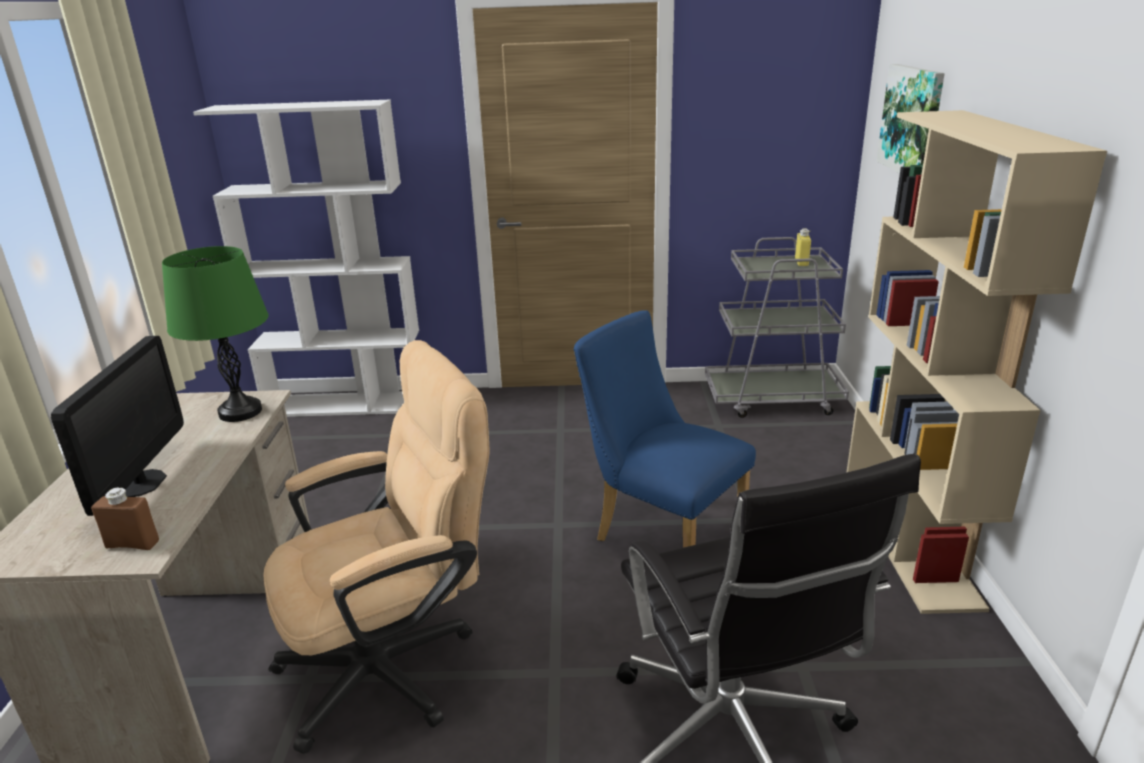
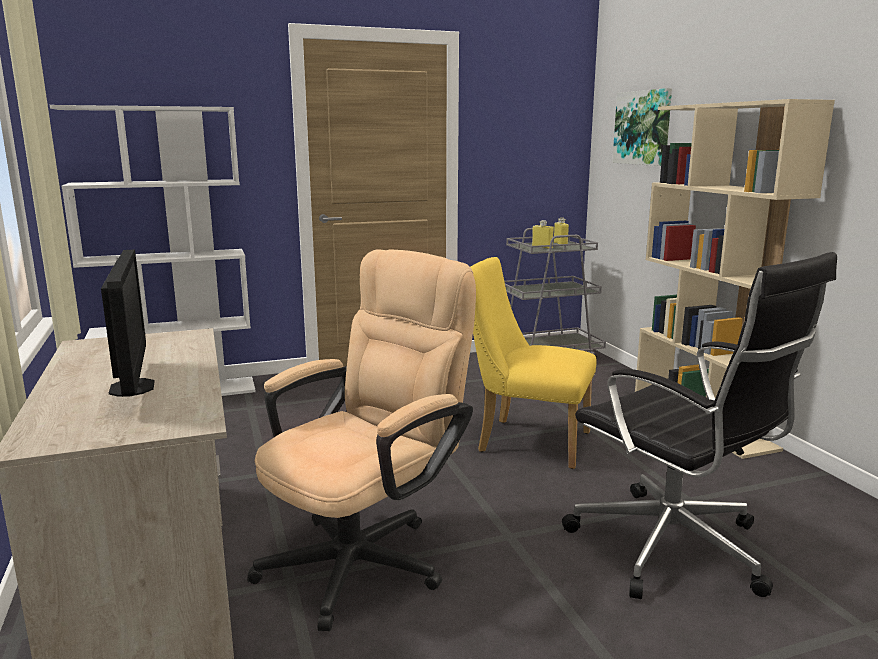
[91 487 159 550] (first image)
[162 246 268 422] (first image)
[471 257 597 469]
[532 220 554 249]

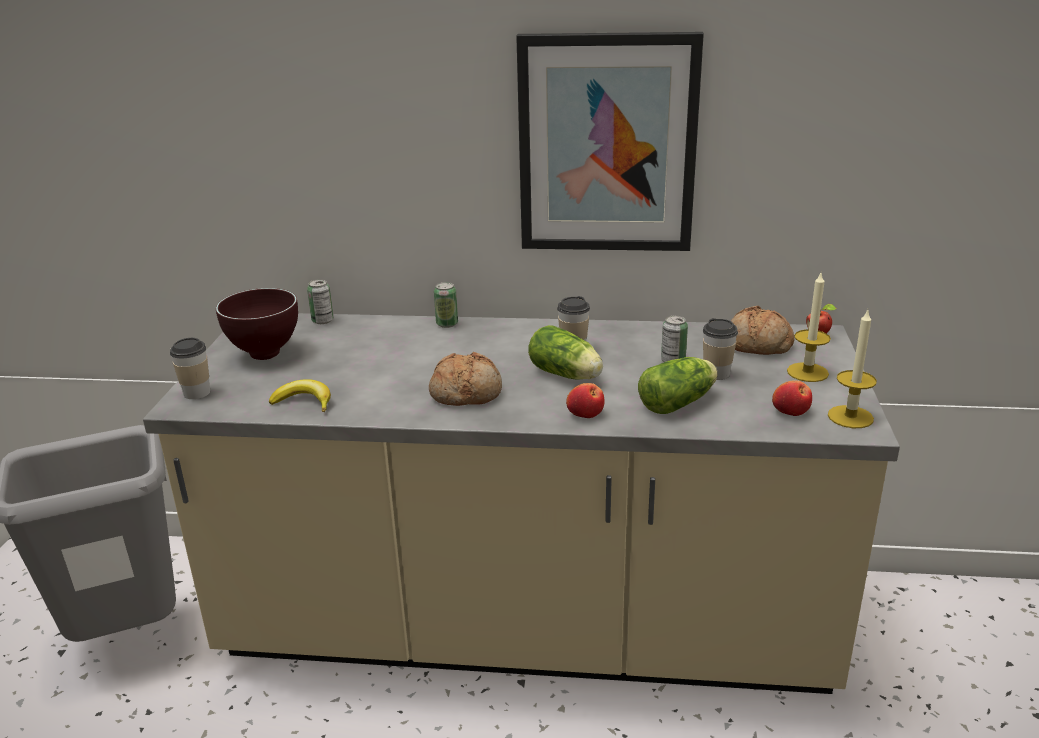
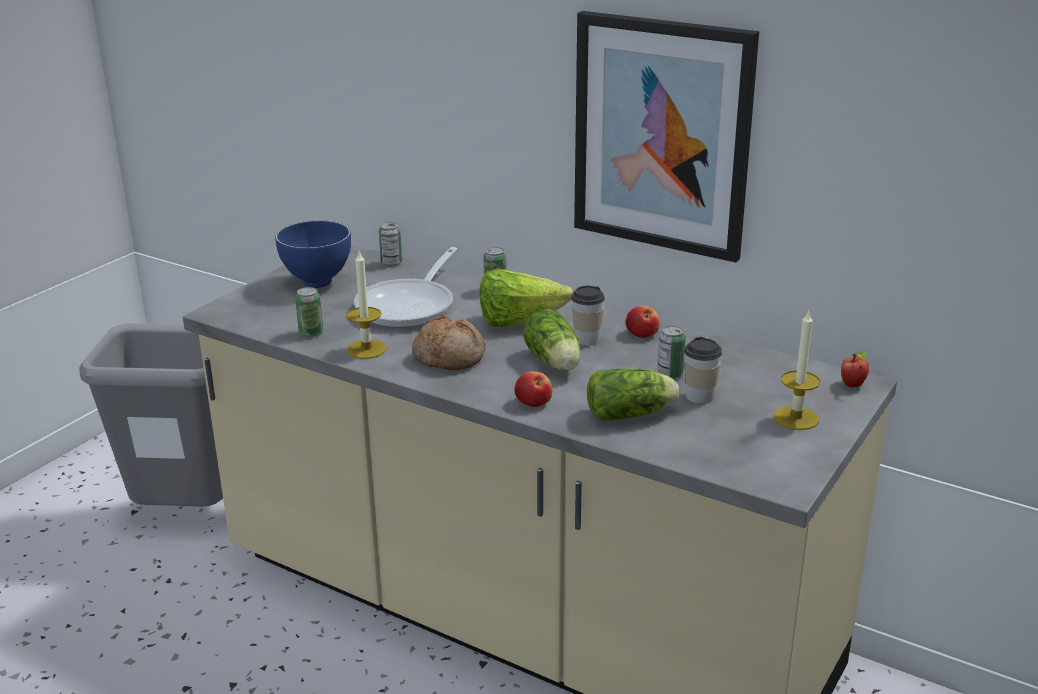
[170 338 210 399] (first image)
[275 220 351 288]
[295 287 323 337]
[731 306 795 355] (first image)
[625 305 660 338]
[347 251 387 359]
[354 247 457 328]
[480 268 574 327]

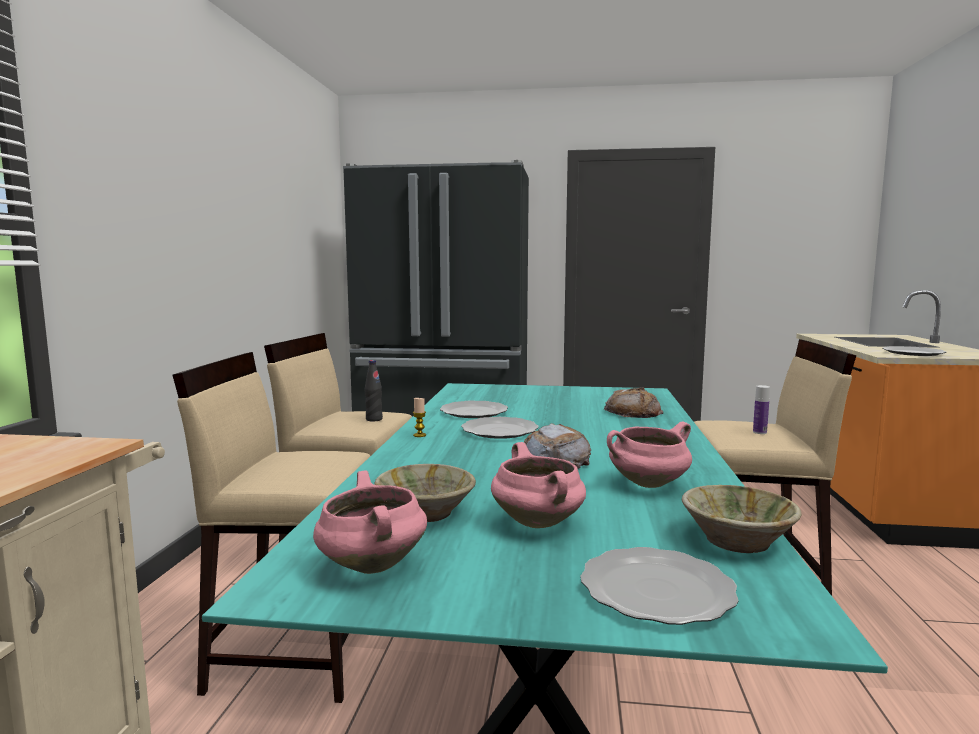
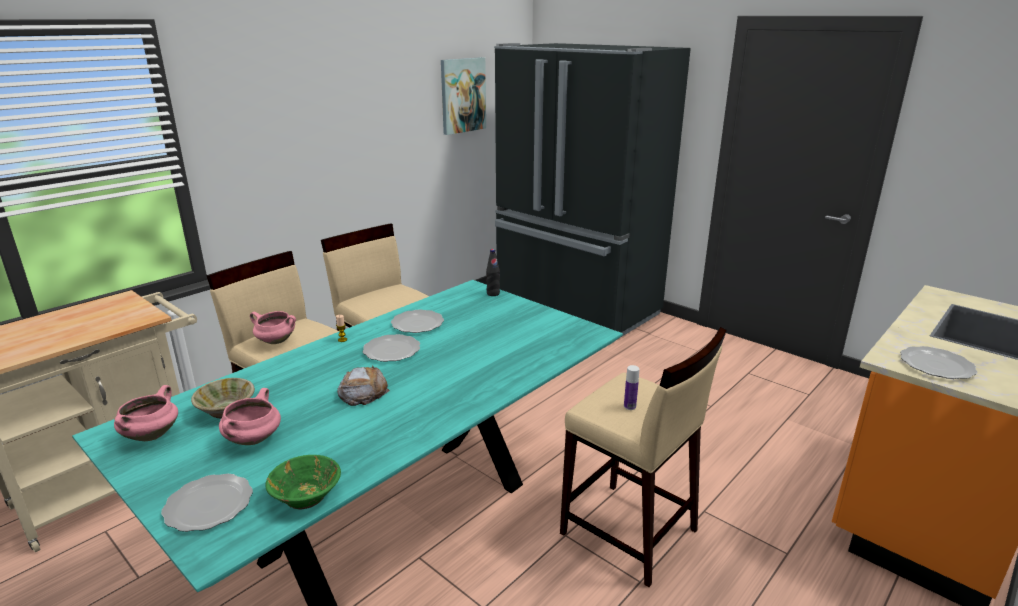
[486 249 500 296]
[604 387 663 418] (first image)
[250 311 296 344]
[266 455 341 510]
[441 57 486 135]

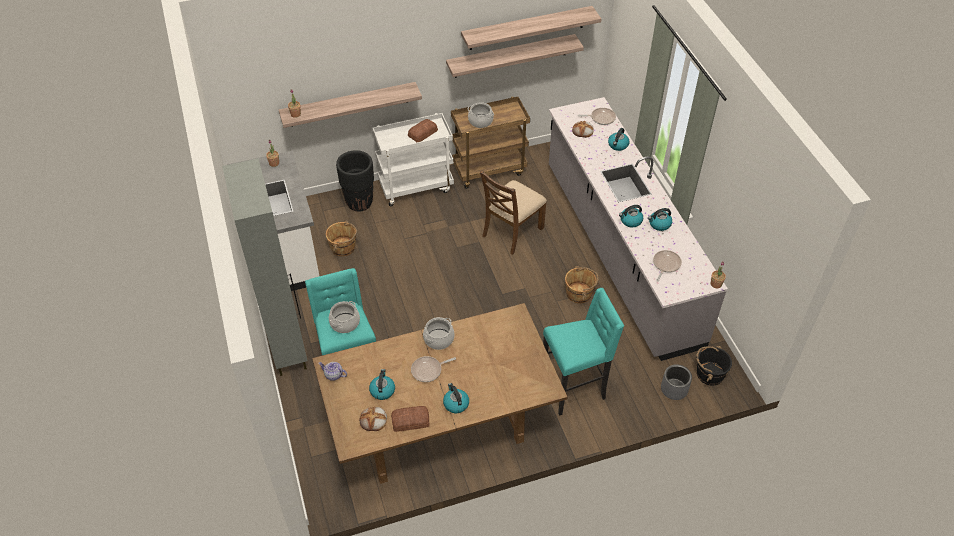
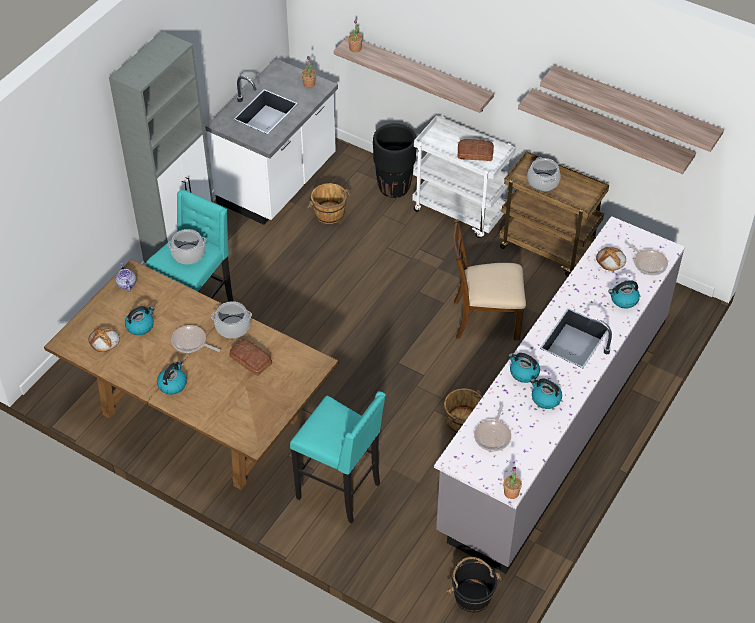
[229 339 272 376]
[474 404 511 451]
[661 364 692 400] (first image)

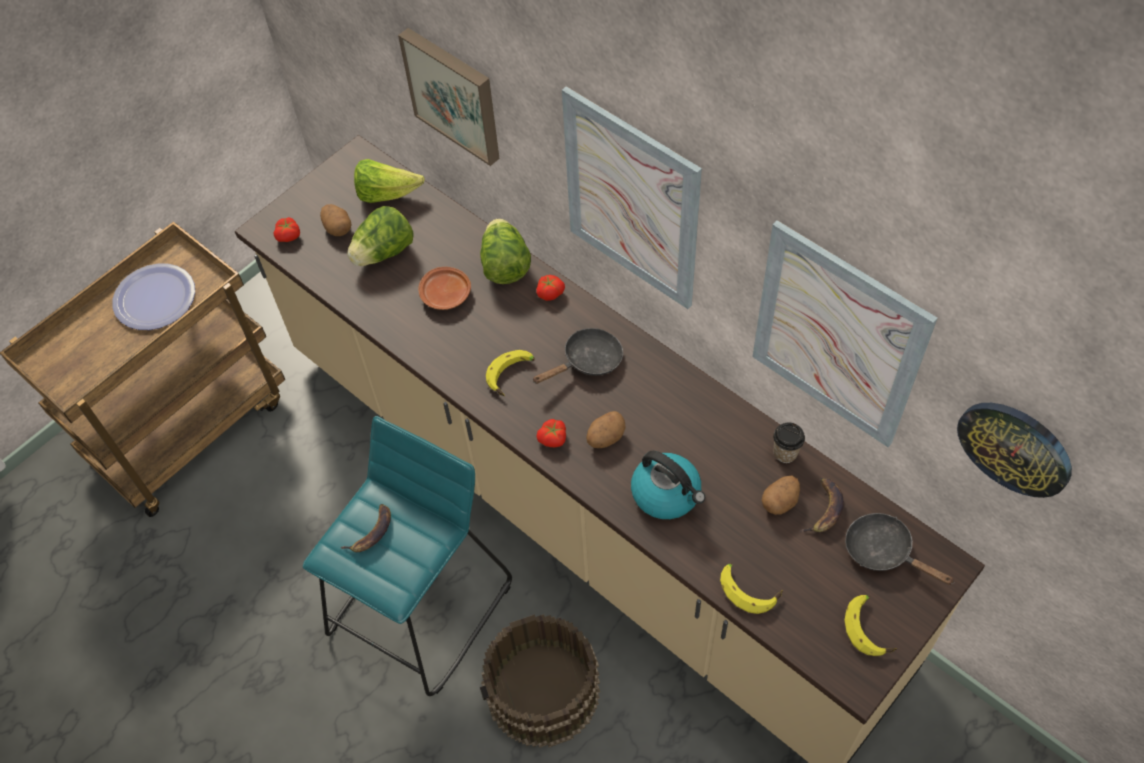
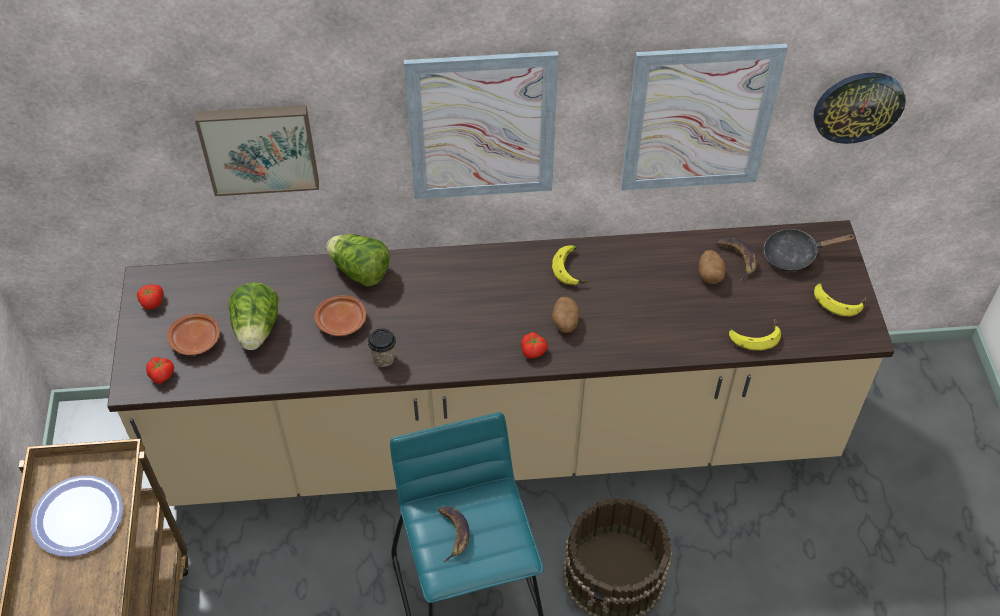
[167 314 220 355]
[354 159 425 203] (first image)
[552 245 588 285]
[532 328 623 384] (first image)
[137 285 164 309]
[631 451 705 519] (first image)
[368 328 396 367]

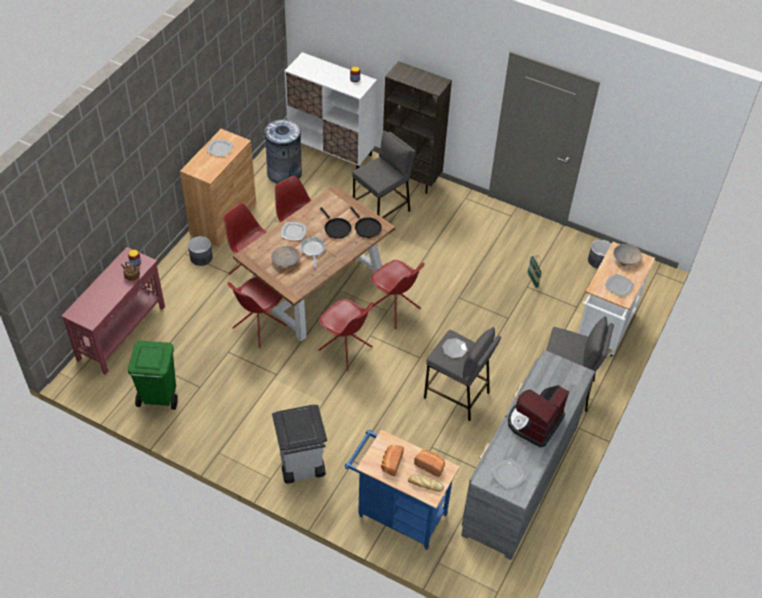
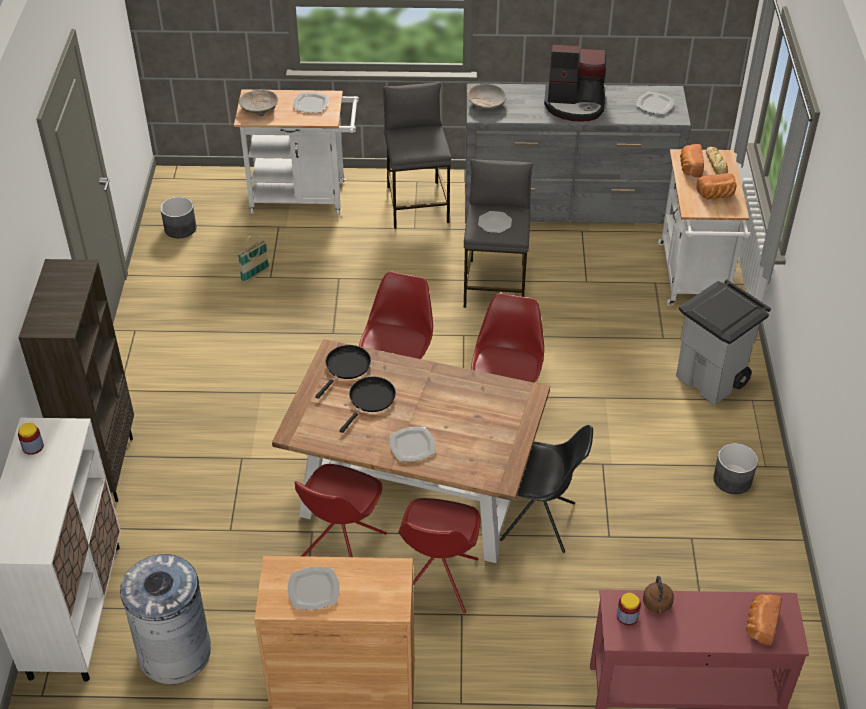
[128 341 178 410] (first image)
[713 443 758 494]
[500 425 593 553]
[467 84 507 110]
[300 237 325 268] (first image)
[658 149 751 306]
[352 130 416 219] (first image)
[746 594 782 646]

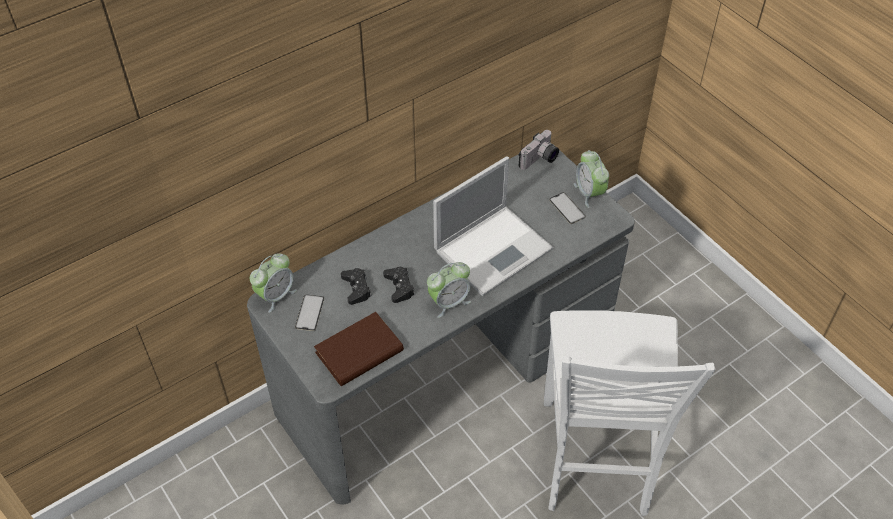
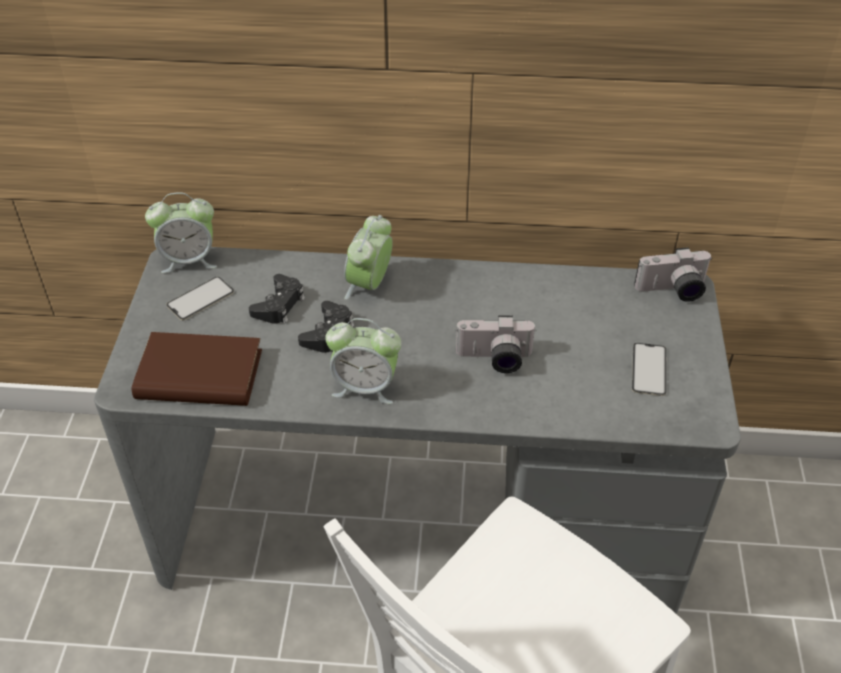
[456 315 537 373]
[344 215 393 300]

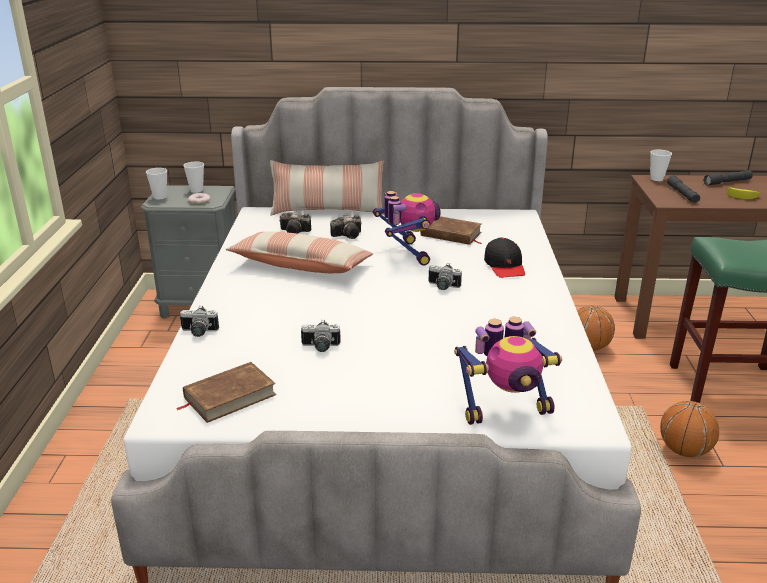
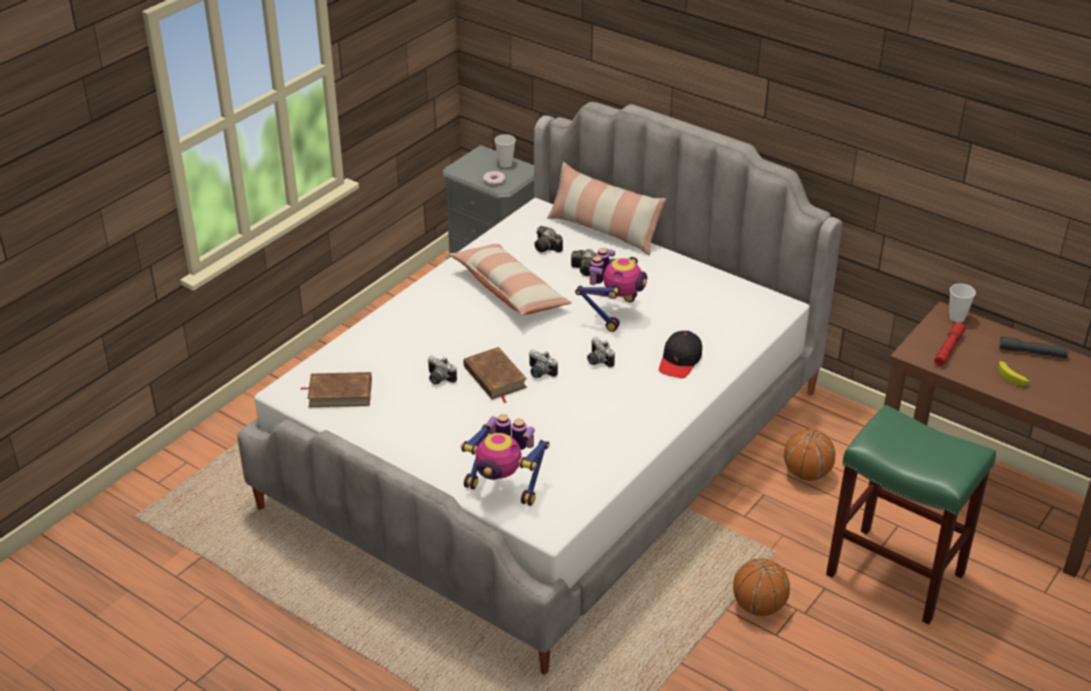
[146 168 167 200] (first image)
[529 349 558 378]
[463 347 527 403]
[934 322 965 366]

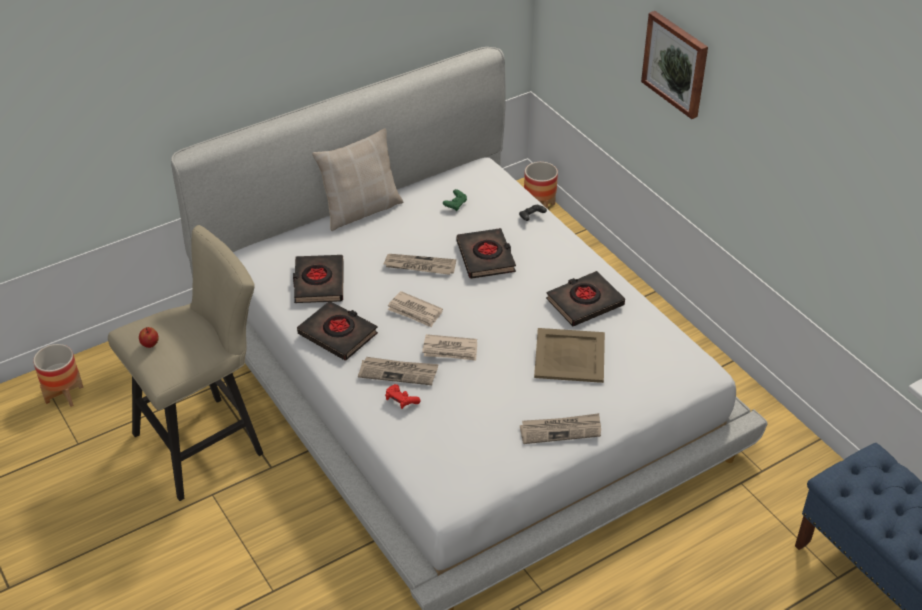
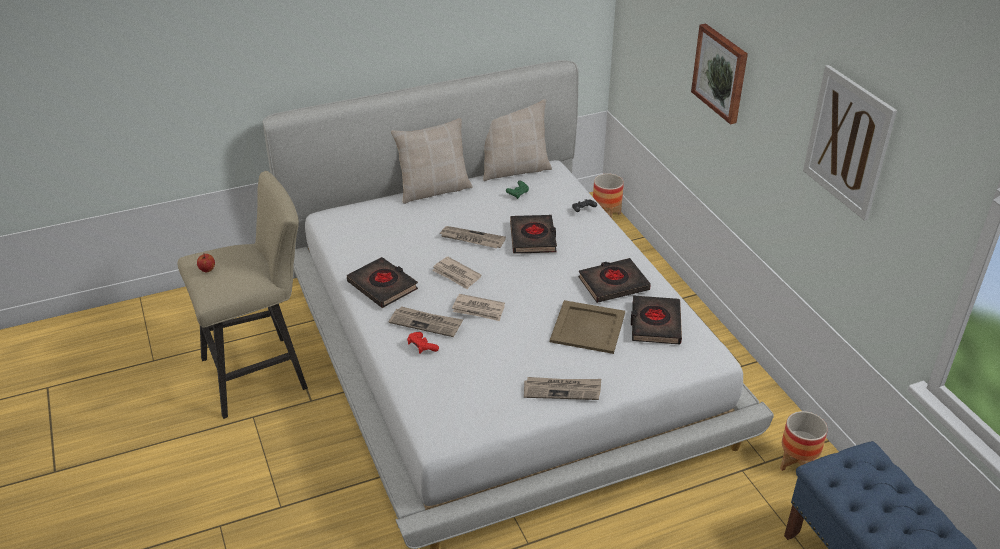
[780 411 828 471]
[631 296 682 344]
[483 99 552 181]
[803 65 897 221]

